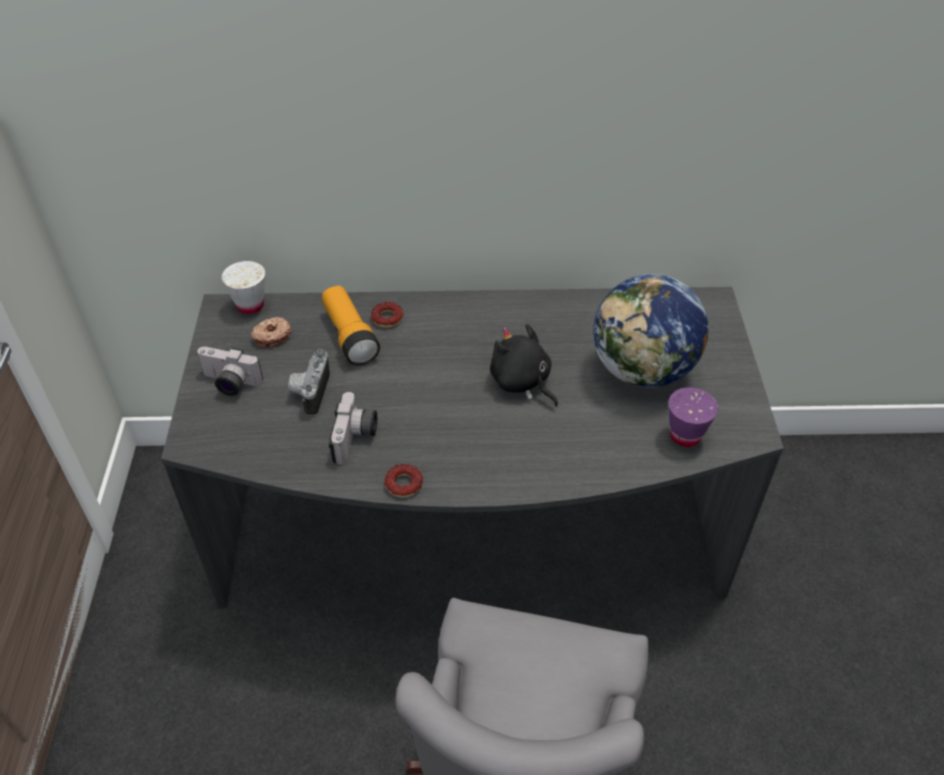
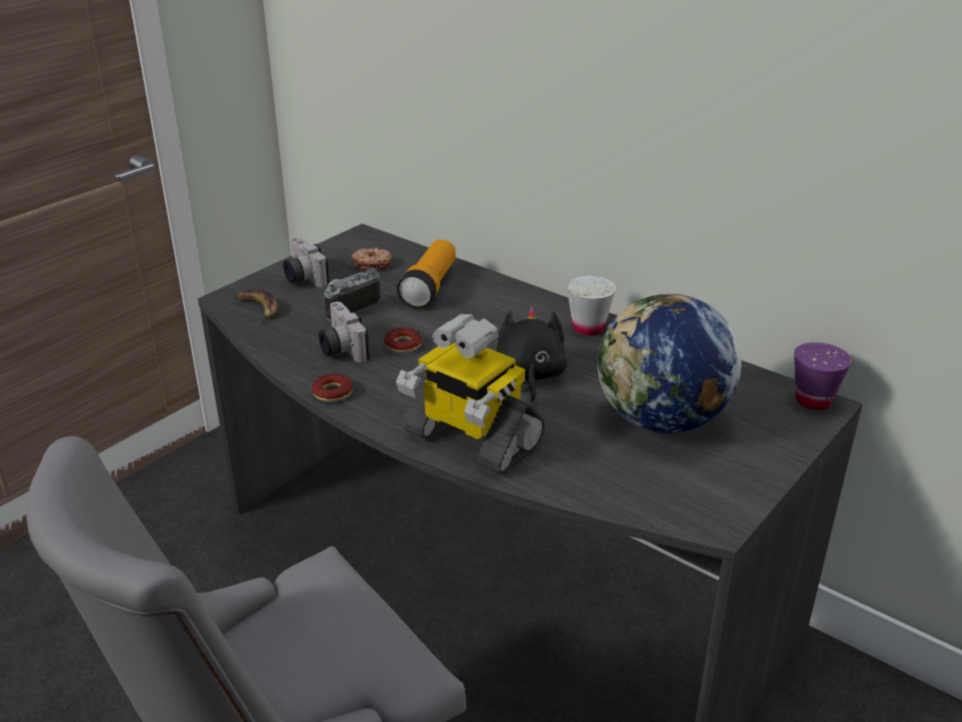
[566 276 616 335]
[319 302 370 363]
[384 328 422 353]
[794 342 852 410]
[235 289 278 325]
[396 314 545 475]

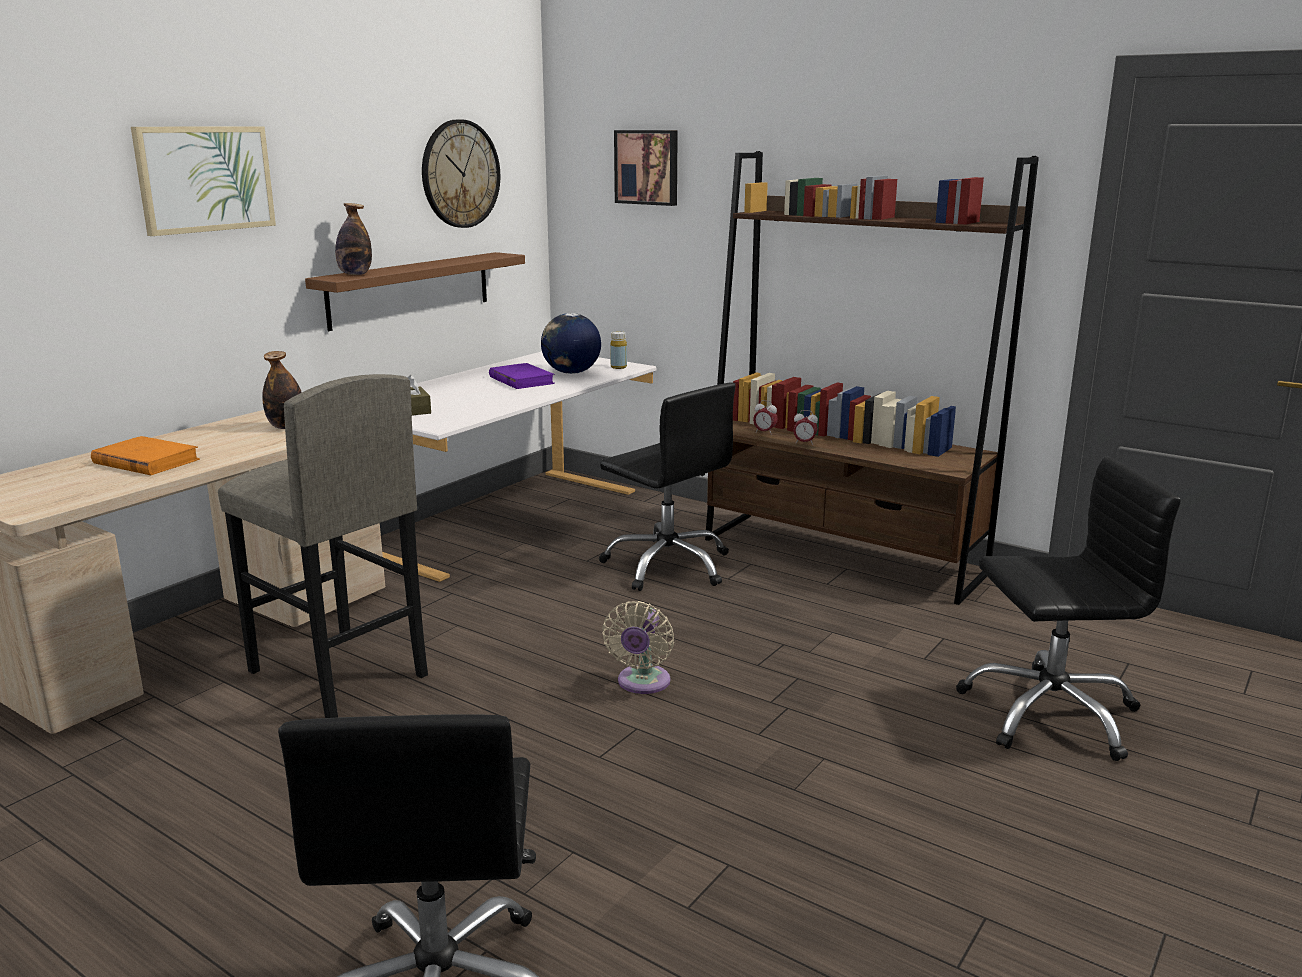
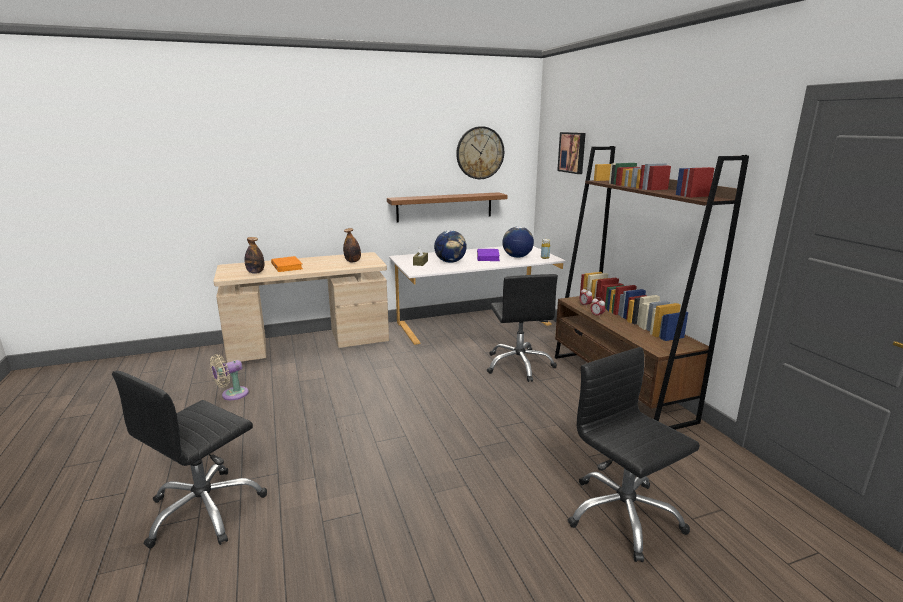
[131 126 276 236] (first image)
[218 374 428 718] (first image)
[244 237 264 274]
[210 354 249 400]
[568 347 700 562]
[434 230 467 263]

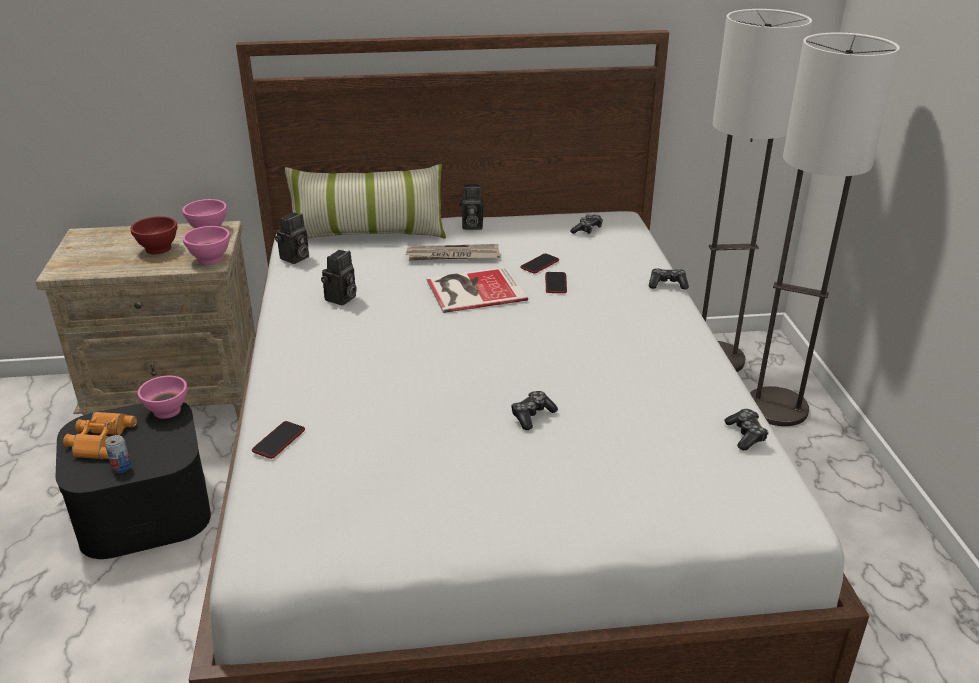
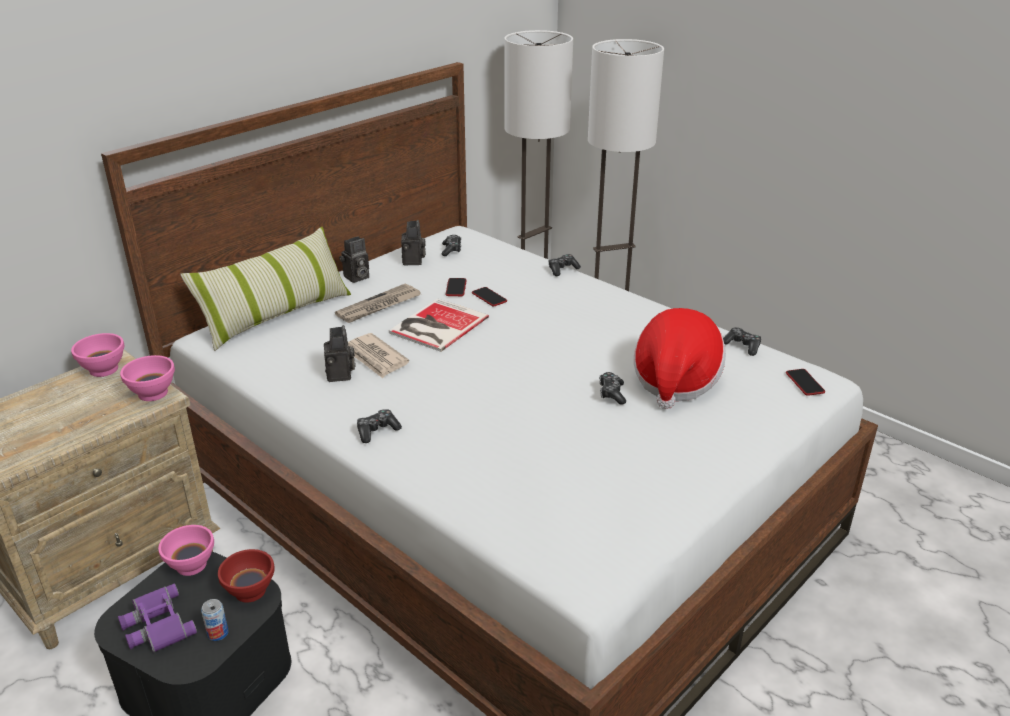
[118 584 197 653]
[218 549 275 603]
[786 369 825 396]
[401 220 426 265]
[348 333 409 378]
[357 409 402 443]
[634 308 726 409]

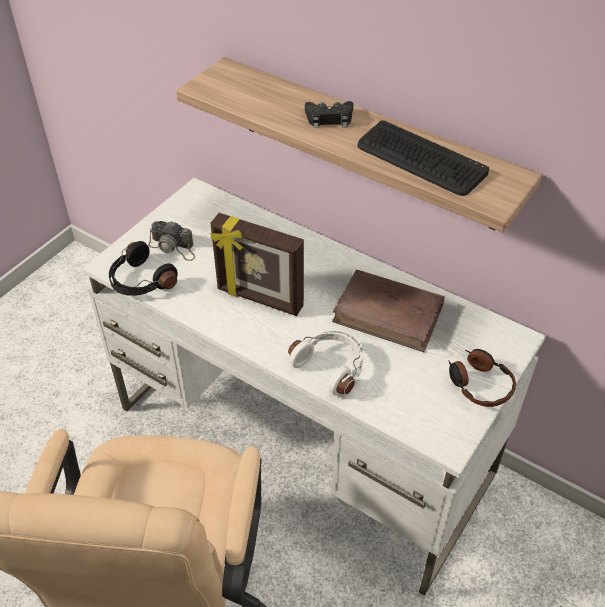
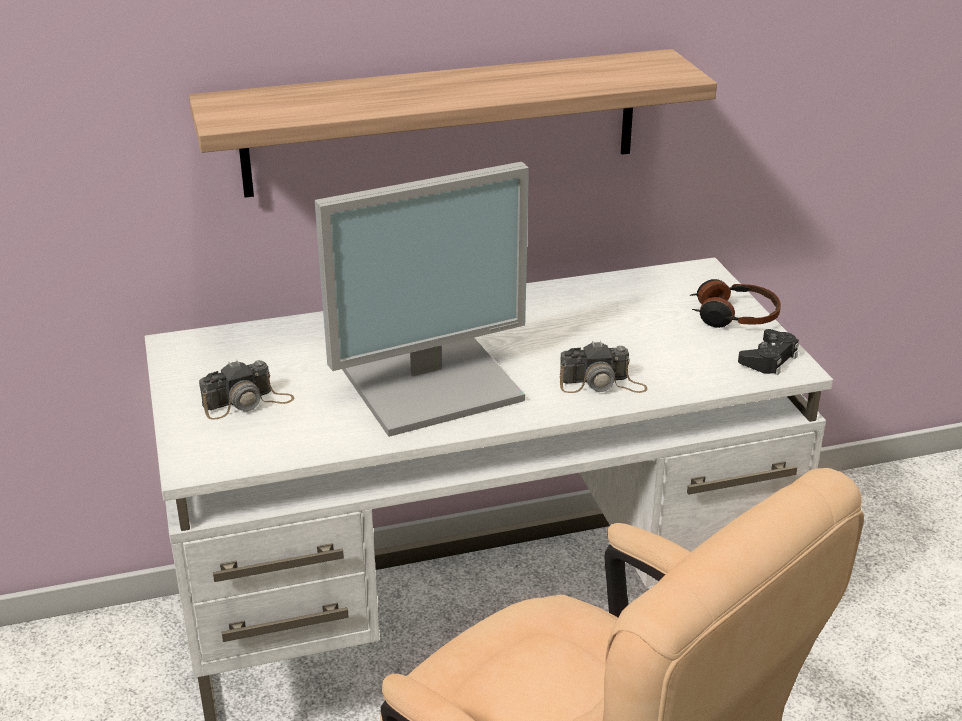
[109 241 178 296] (first image)
[315 162 529 437]
[560 341 648 393]
[738 329 799 375]
[332 269 445 352] (first image)
[357 120 489 196] (first image)

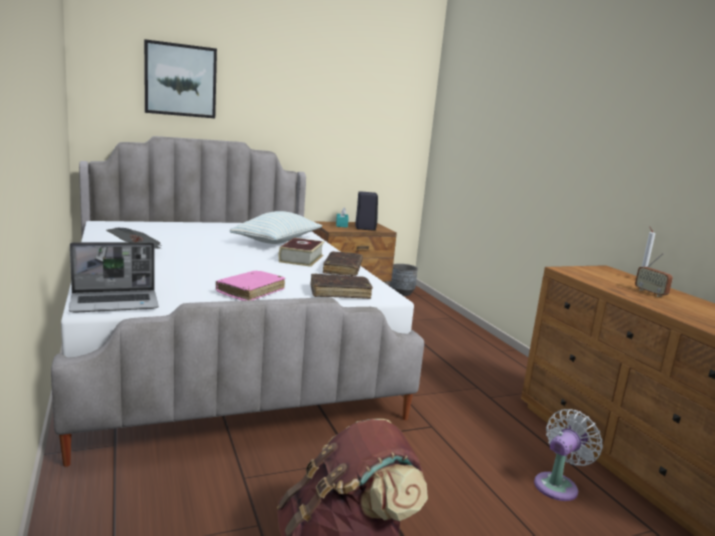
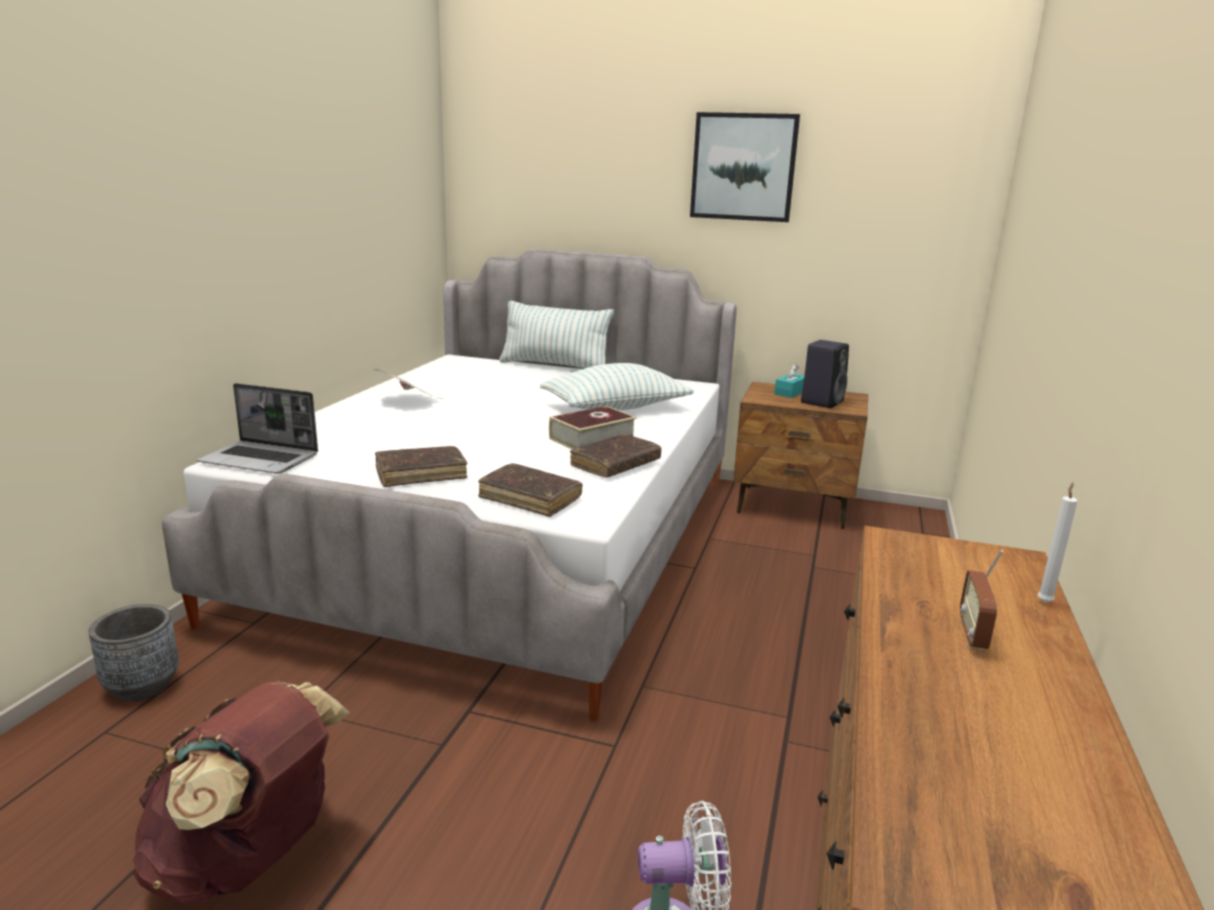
[690 112 800 222]
[375 446 467 487]
[89 604 179 701]
[499 301 614 368]

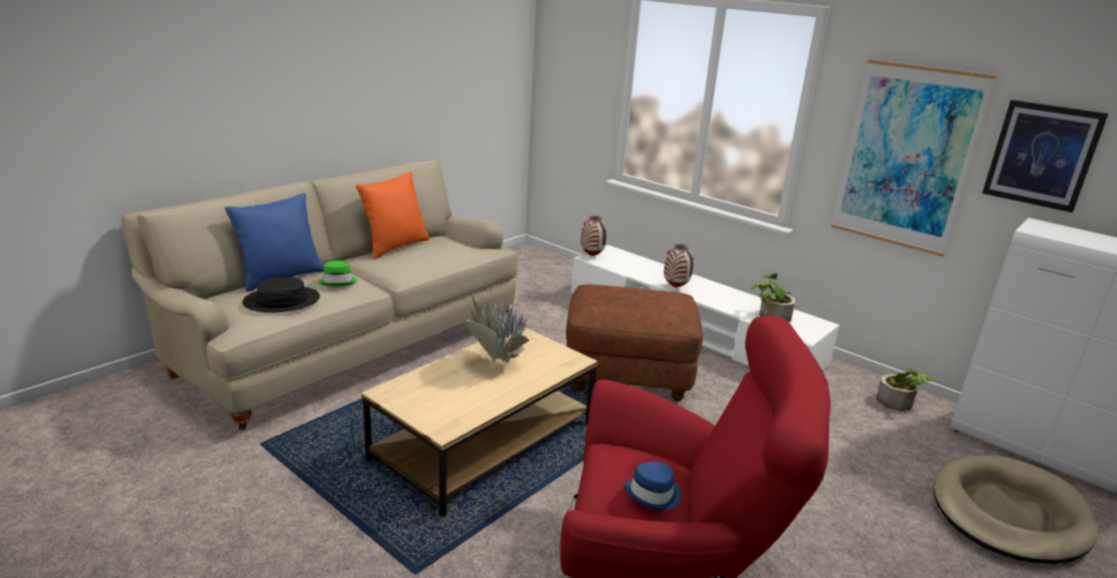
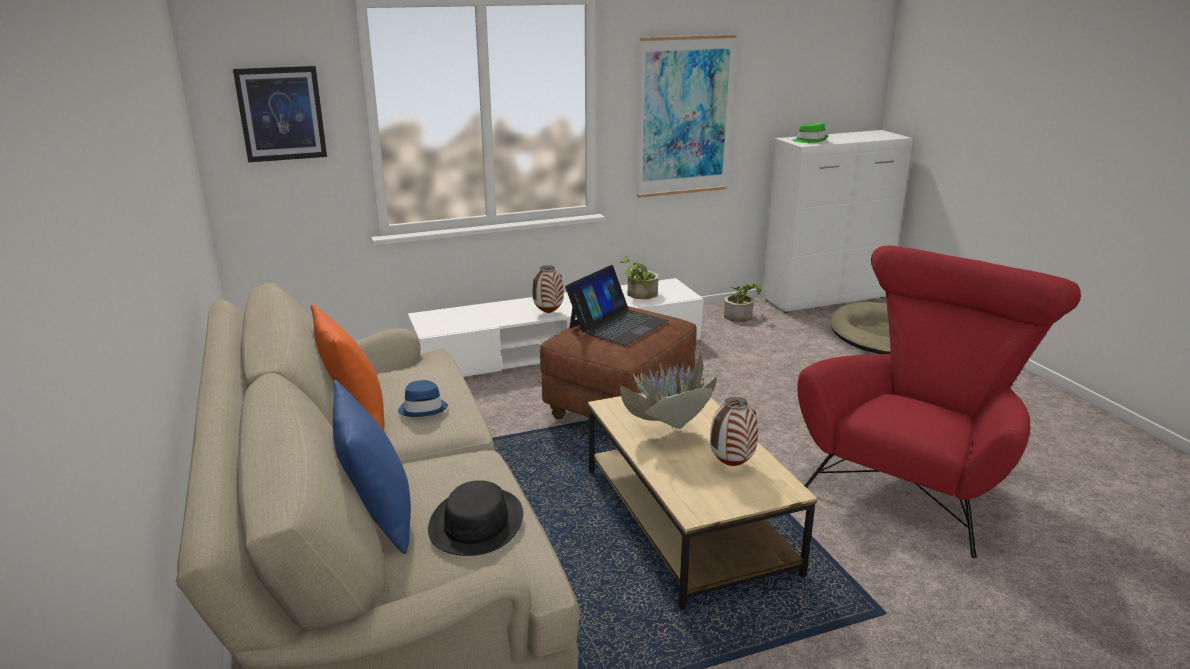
[792 122 829 143]
[710 397 758 466]
[398 380 448 417]
[233 66 327 162]
[565 265 669 346]

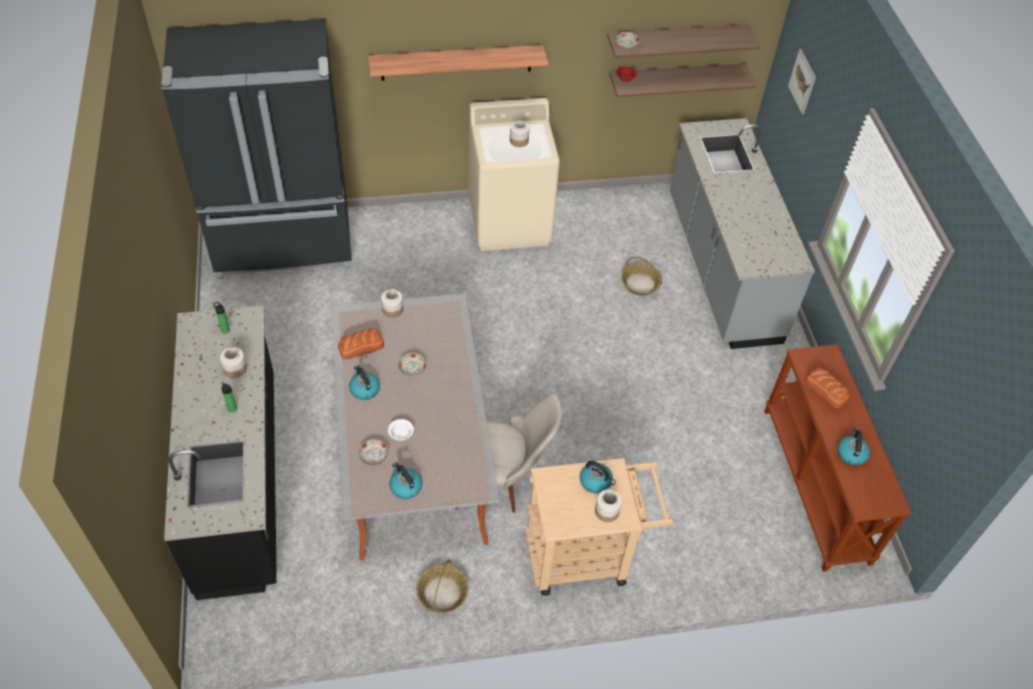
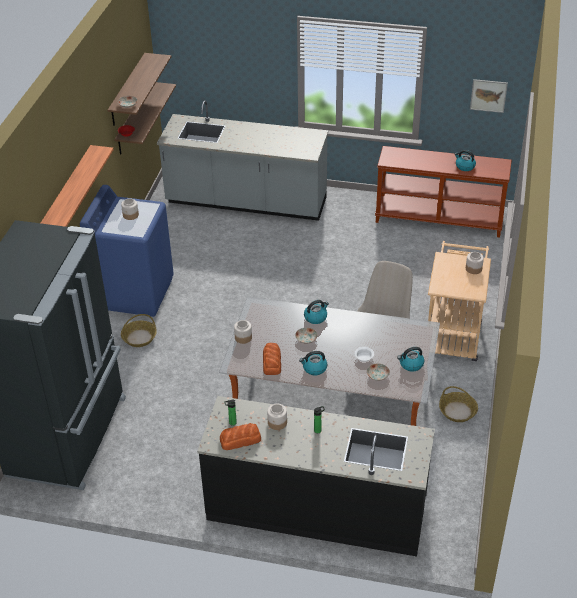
[80 185 174 317]
[304 300 329 324]
[121 314 157 347]
[470 79 508 113]
[220 423 261 450]

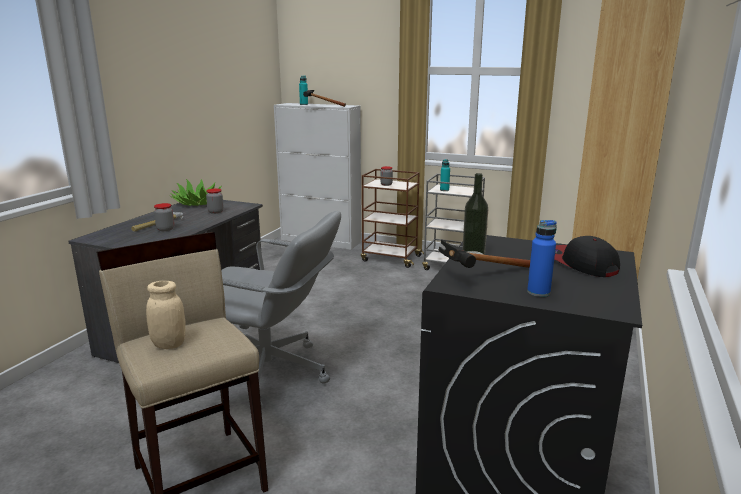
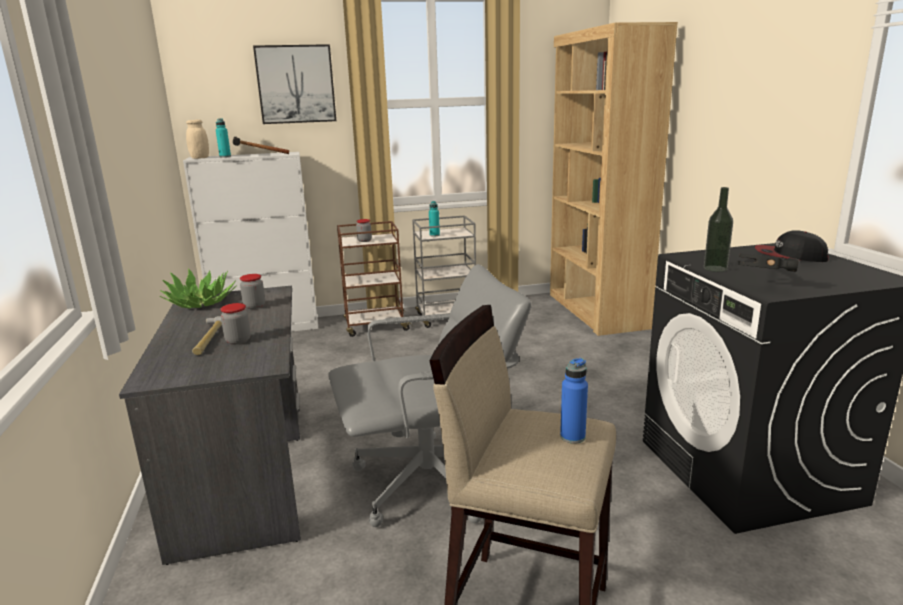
[186 119 209 159]
[560 358 588 444]
[253 44 336 124]

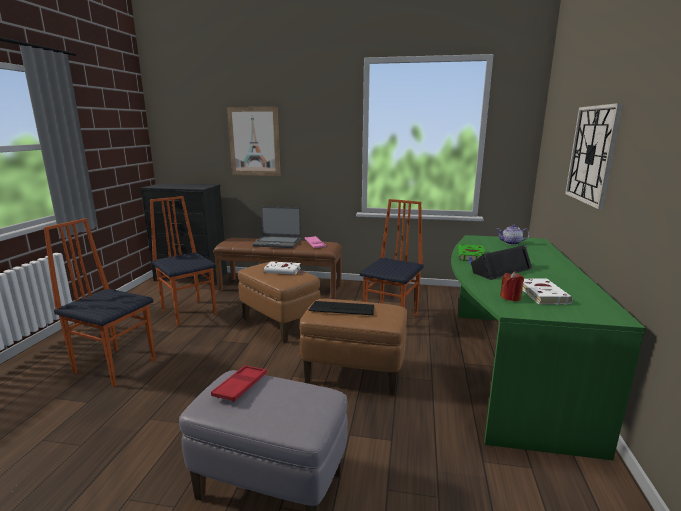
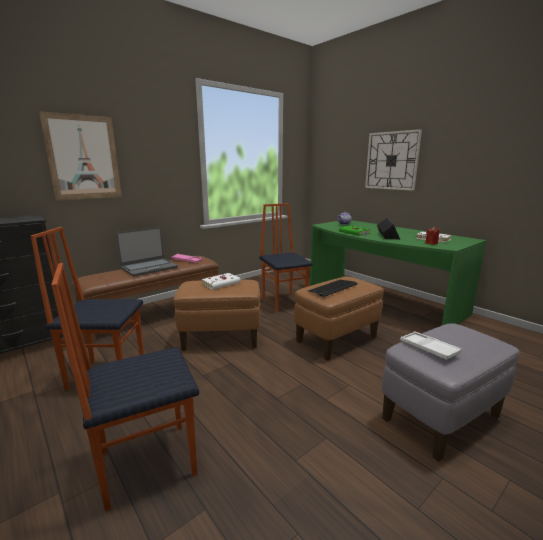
[400 331 462 360]

